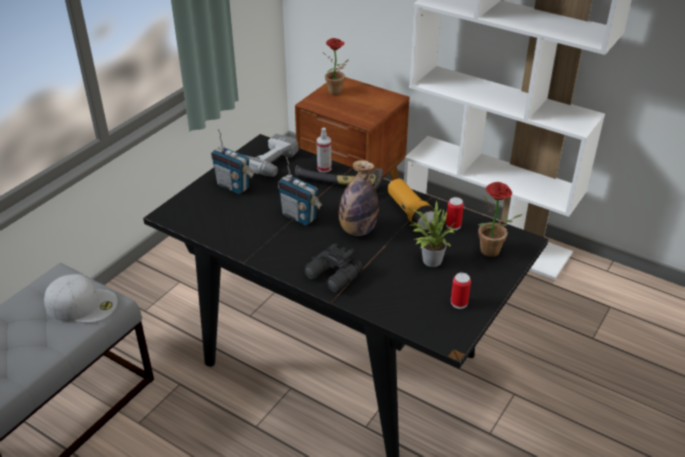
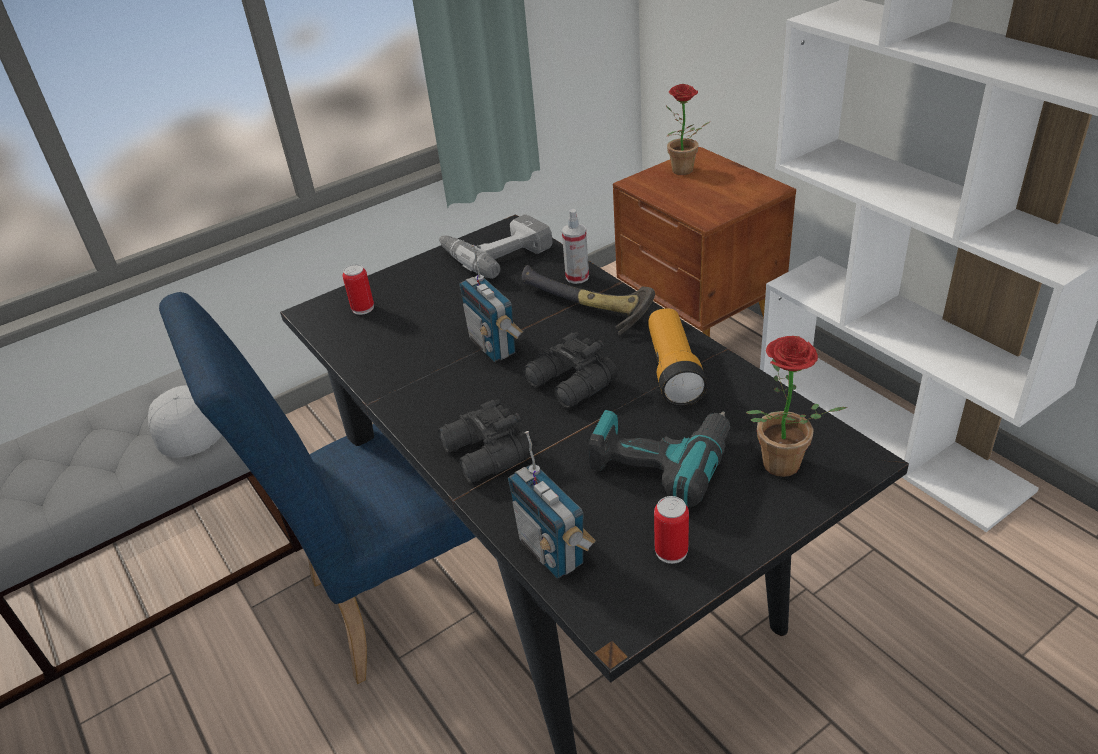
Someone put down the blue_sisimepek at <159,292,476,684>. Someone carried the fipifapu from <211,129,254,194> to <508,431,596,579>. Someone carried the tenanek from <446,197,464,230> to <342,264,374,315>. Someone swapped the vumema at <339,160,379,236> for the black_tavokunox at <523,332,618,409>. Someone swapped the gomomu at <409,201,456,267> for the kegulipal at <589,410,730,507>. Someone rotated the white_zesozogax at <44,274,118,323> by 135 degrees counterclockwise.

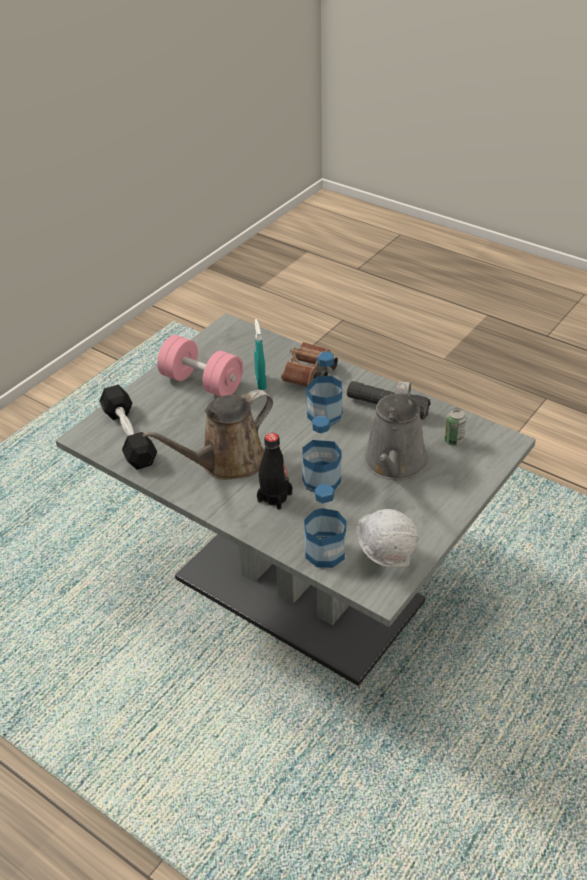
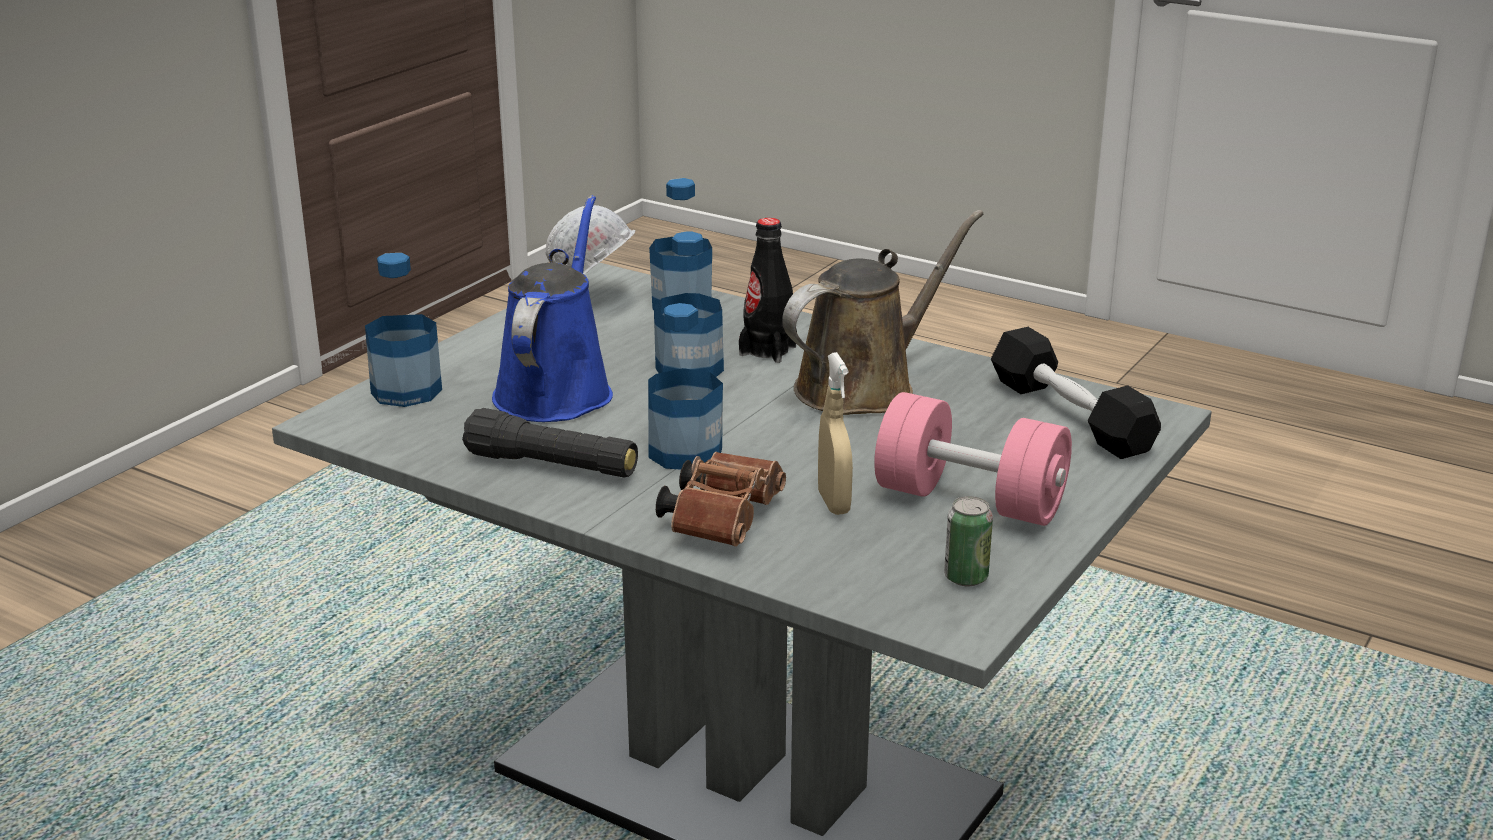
Someone put down the vumema at <365,253,442,407>. Someone carried the tenanek from <444,408,466,446> to <944,496,993,586>. Someone repainted the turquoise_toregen at <254,319,267,390>, which became the beige_toregen at <818,352,853,515>. Someone repainted the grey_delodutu at <364,381,428,480>, which became the blue_delodutu at <492,195,613,422>.

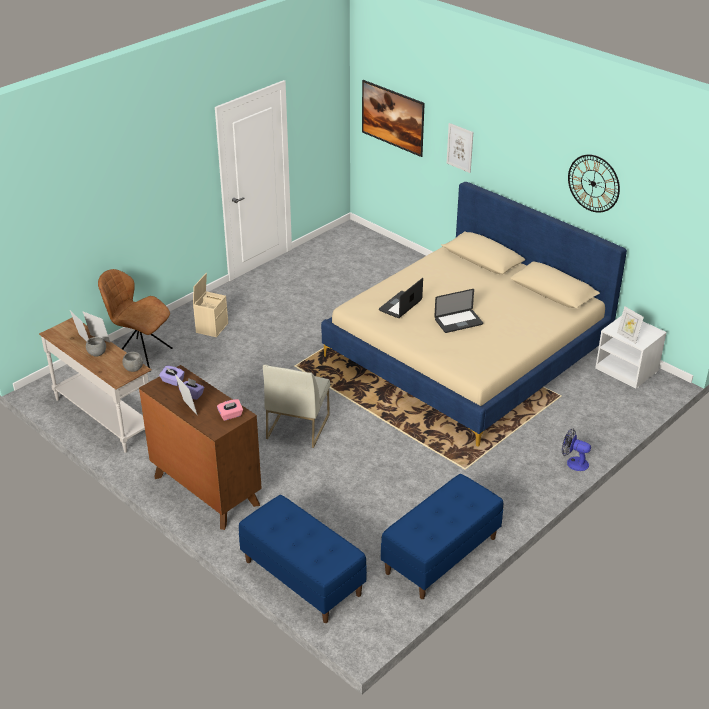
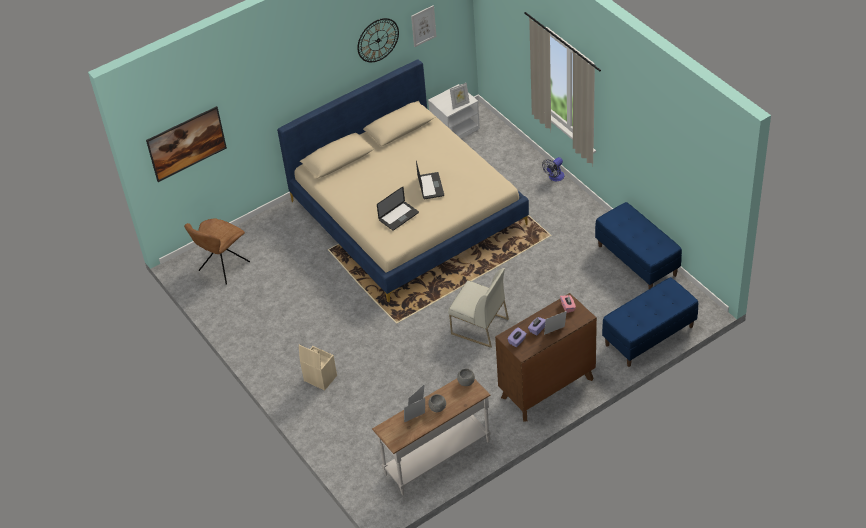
Someone carried the brown_sisimepek from <98,269,173,372> to <184,219,250,285>. Someone carried the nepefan from <447,123,473,173> to <411,5,437,47>. Someone rotated the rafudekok at <379,278,423,318> by 90 degrees counterclockwise.

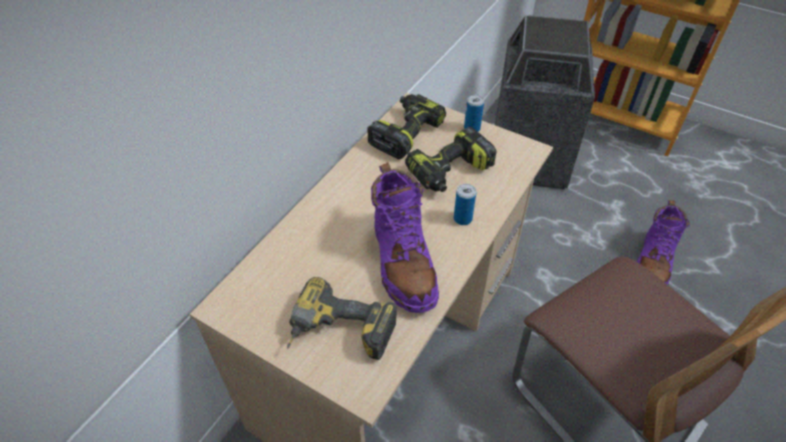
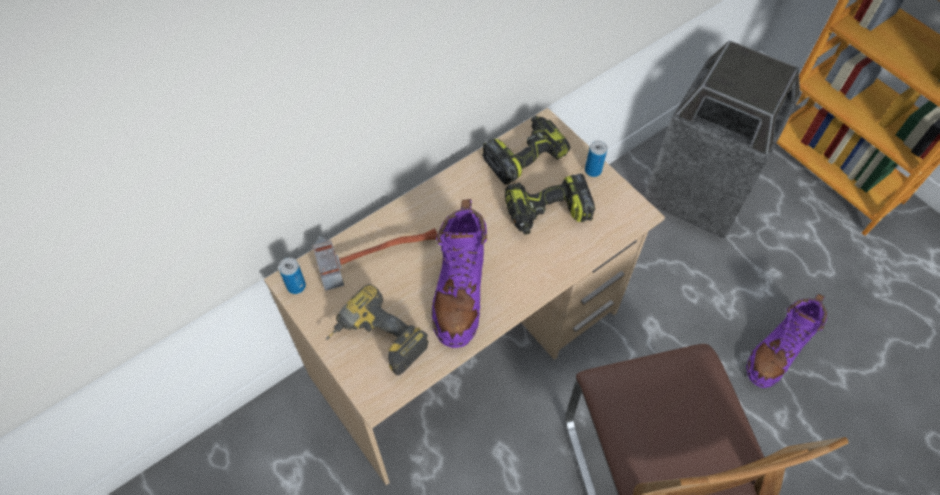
Someone put down the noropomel at <312,228,437,291>. Someone carried the tenanek from <454,184,476,225> to <279,258,306,294>.

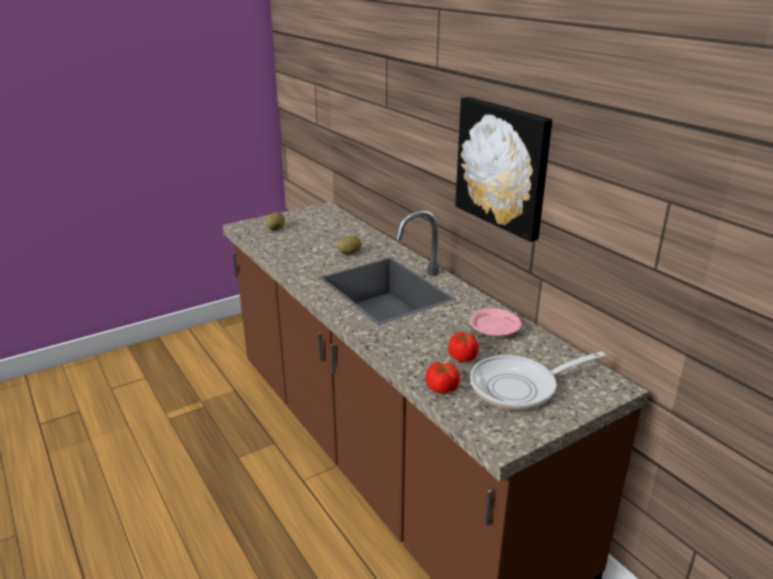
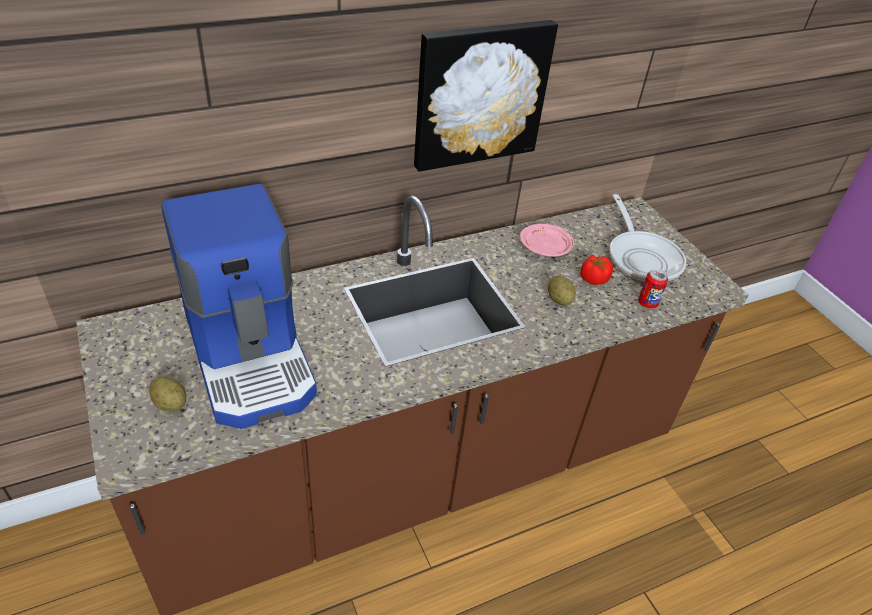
Someone put down the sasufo at <161,184,317,429>. Someone carried the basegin from <338,235,362,255> to <548,276,576,306>. Someone swapped the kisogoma at <426,362,460,394> for the tenanek at <638,269,668,309>.

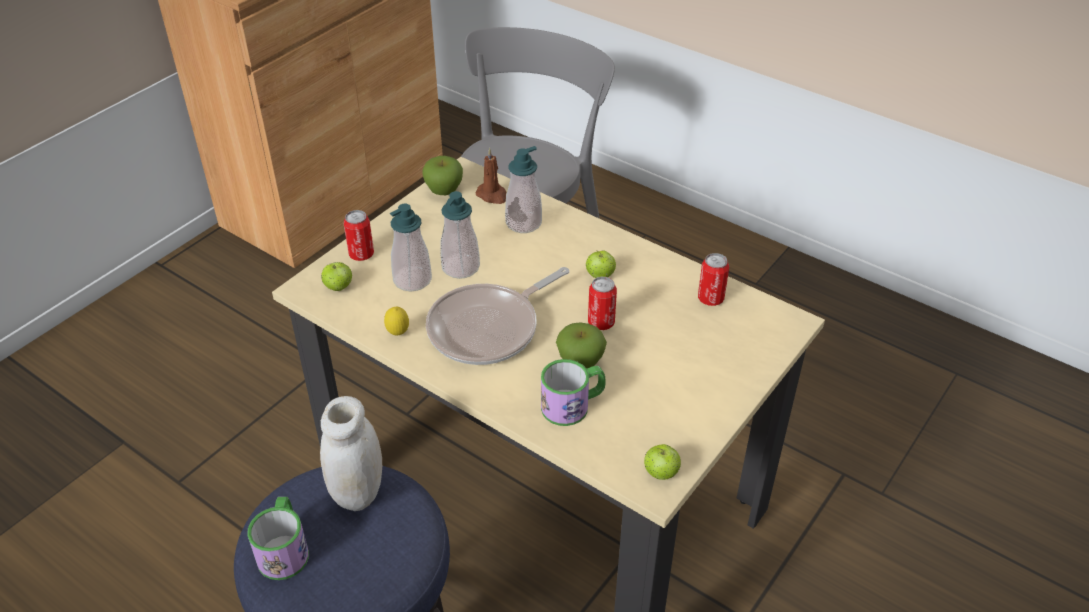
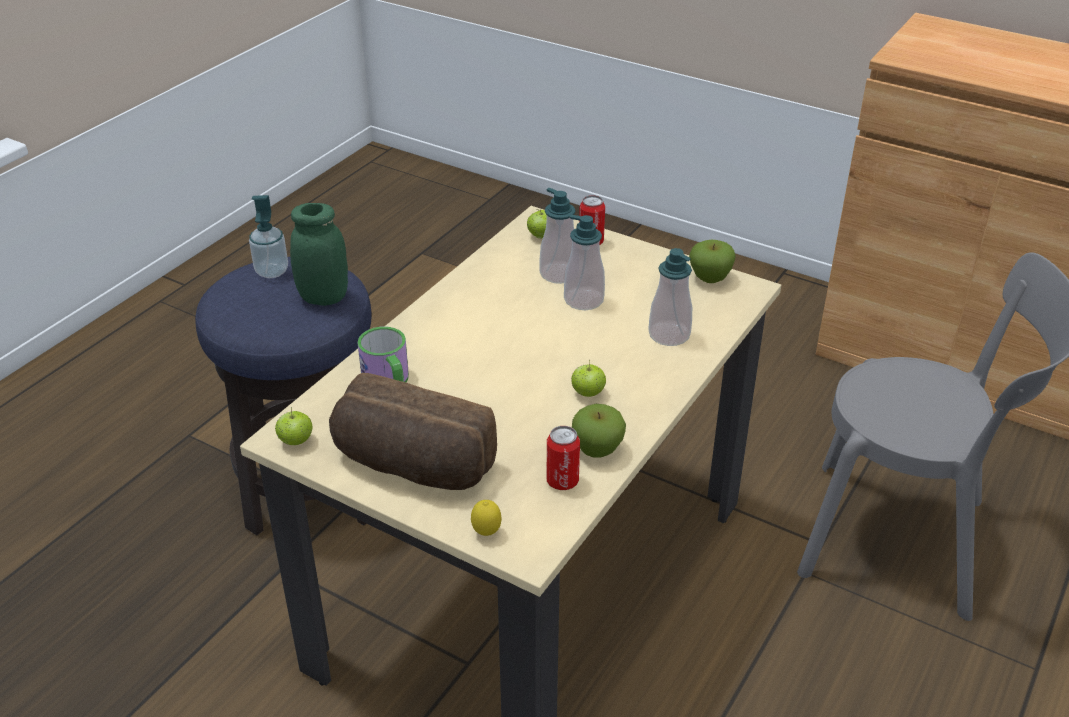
Someone took away the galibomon at <426,267,569,365>. Someone took away the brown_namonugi at <476,148,506,204>. Someone took away the tenanek at <588,277,617,330>. Someone put down the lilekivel at <329,373,497,490>. Someone carried the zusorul from <384,307,409,335> to <471,500,502,536>. Someone carried the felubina from <556,322,607,369> to <572,404,626,457>. Someone swapped the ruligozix at <247,497,309,580> for the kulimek at <249,195,288,278>. Someone repainted the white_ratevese at <320,396,382,511>, which became the green_ratevese at <290,203,348,306>.

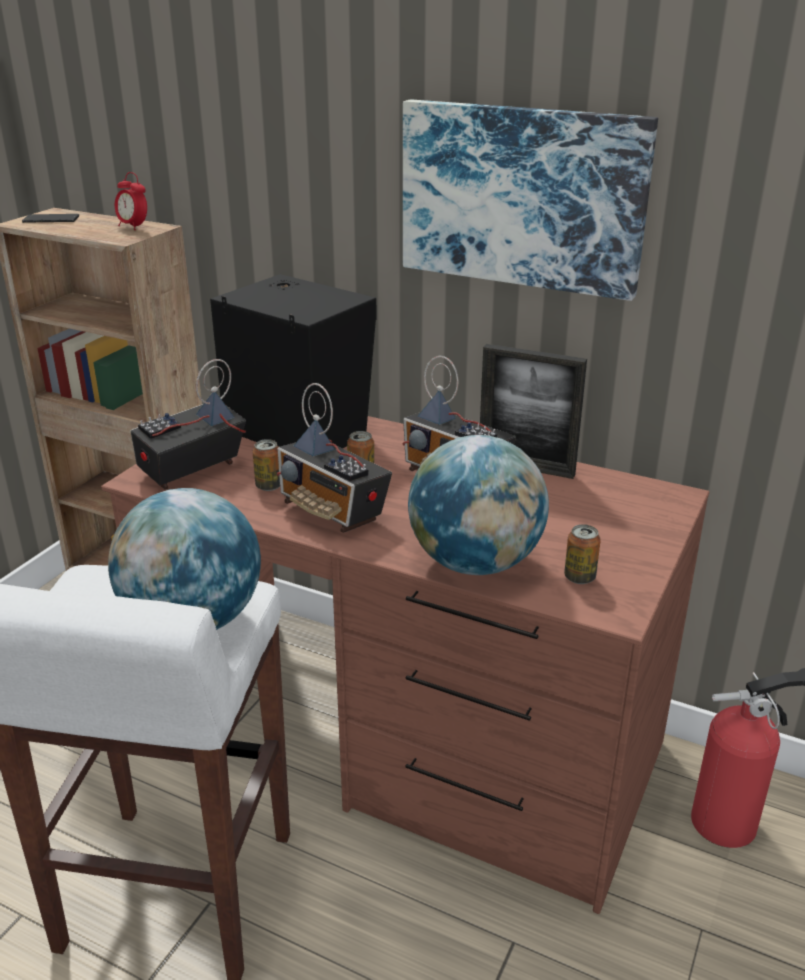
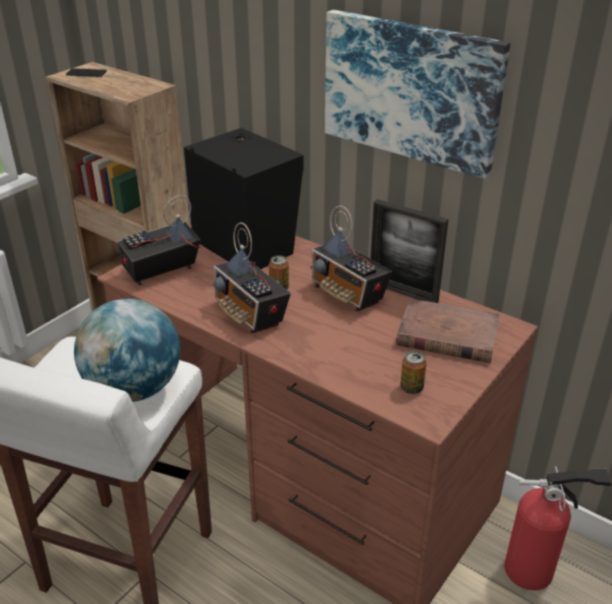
Someone took away the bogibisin at <115,172,147,230>. Someone took away the tenanek at <252,439,280,491>. Someone took away the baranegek at <408,435,549,575>. Someone put down the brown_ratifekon at <396,298,500,363>.

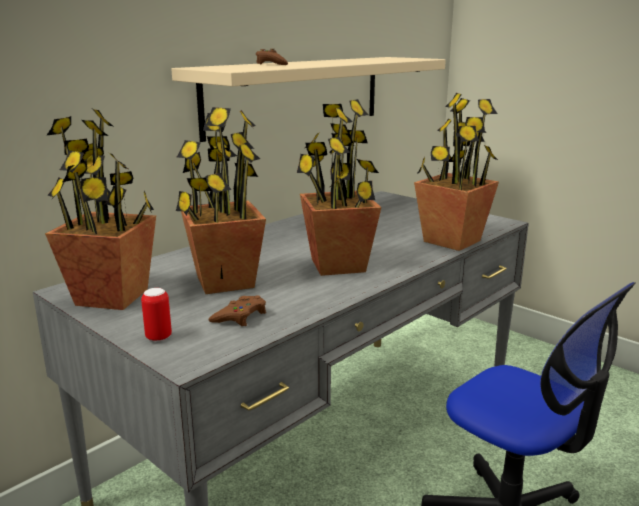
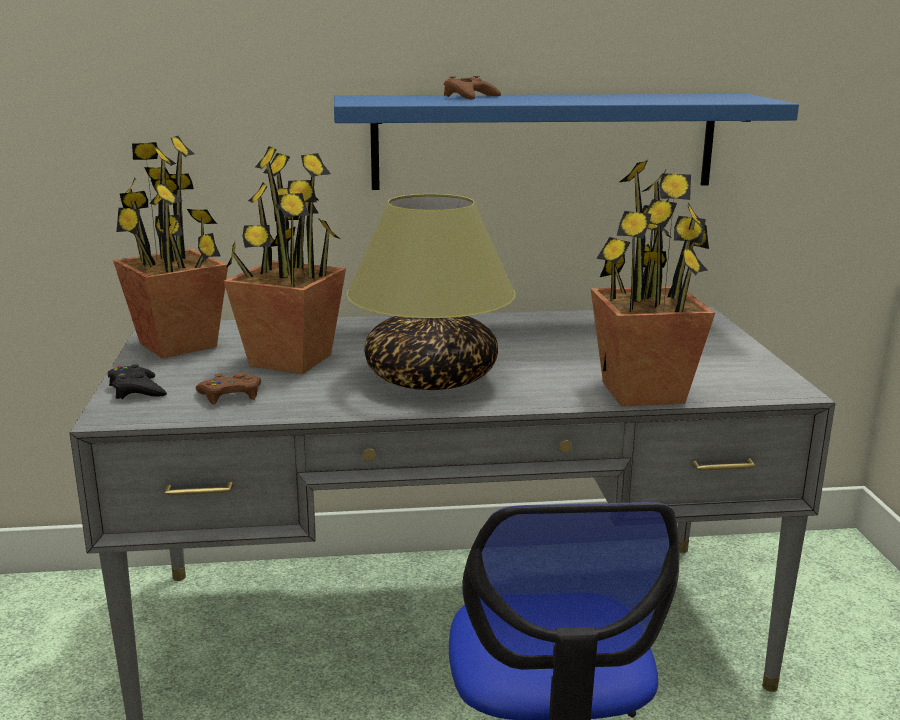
Someone swapped the tenanek at <141,288,172,342> for the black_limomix at <108,364,167,399>. Someone swapped the gomomu at <297,99,382,276> for the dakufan at <347,194,516,390>. Someone repainted the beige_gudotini at <171,57,446,142>, which became the blue_gudotini at <334,94,799,190>.

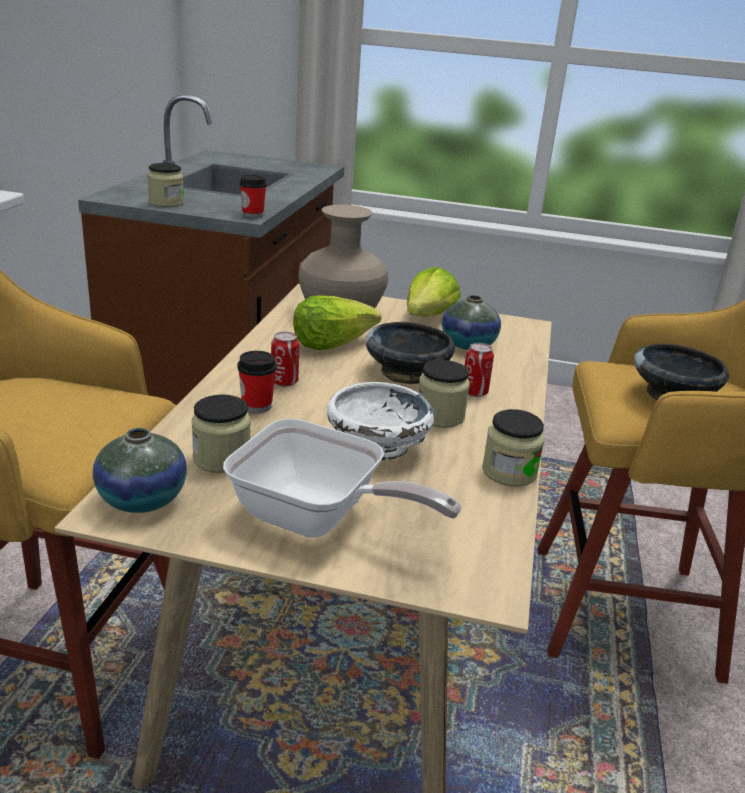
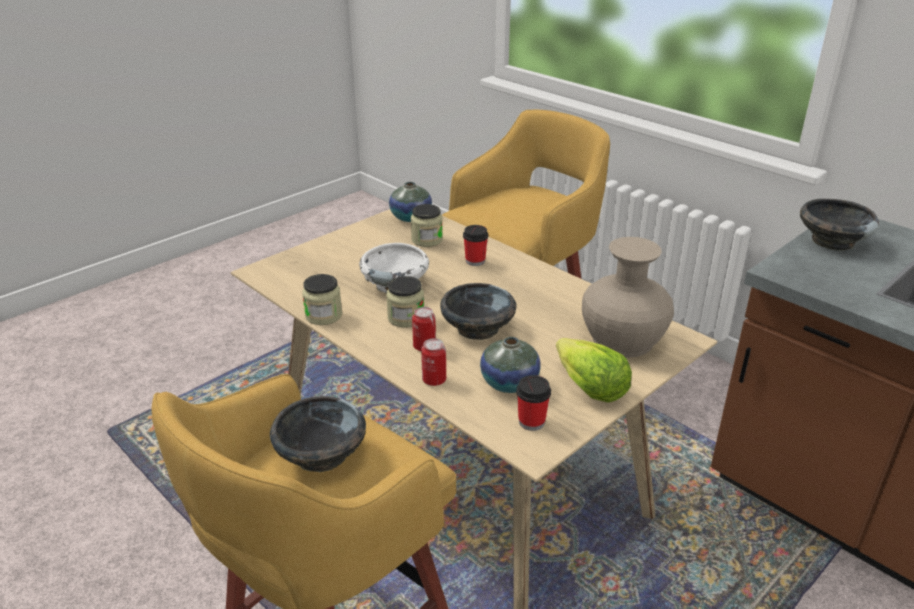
Someone took away the galibomon at <223,419,461,538>. Someone took away the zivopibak at <293,295,381,350>. Someone carried the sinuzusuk from <239,175,267,218> to <516,375,551,431>. Someone carried the tenanek from <271,332,299,387> to <421,338,446,386>. Someone swapped the ratevese at <147,163,184,207> for the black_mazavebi at <800,199,879,251>.

